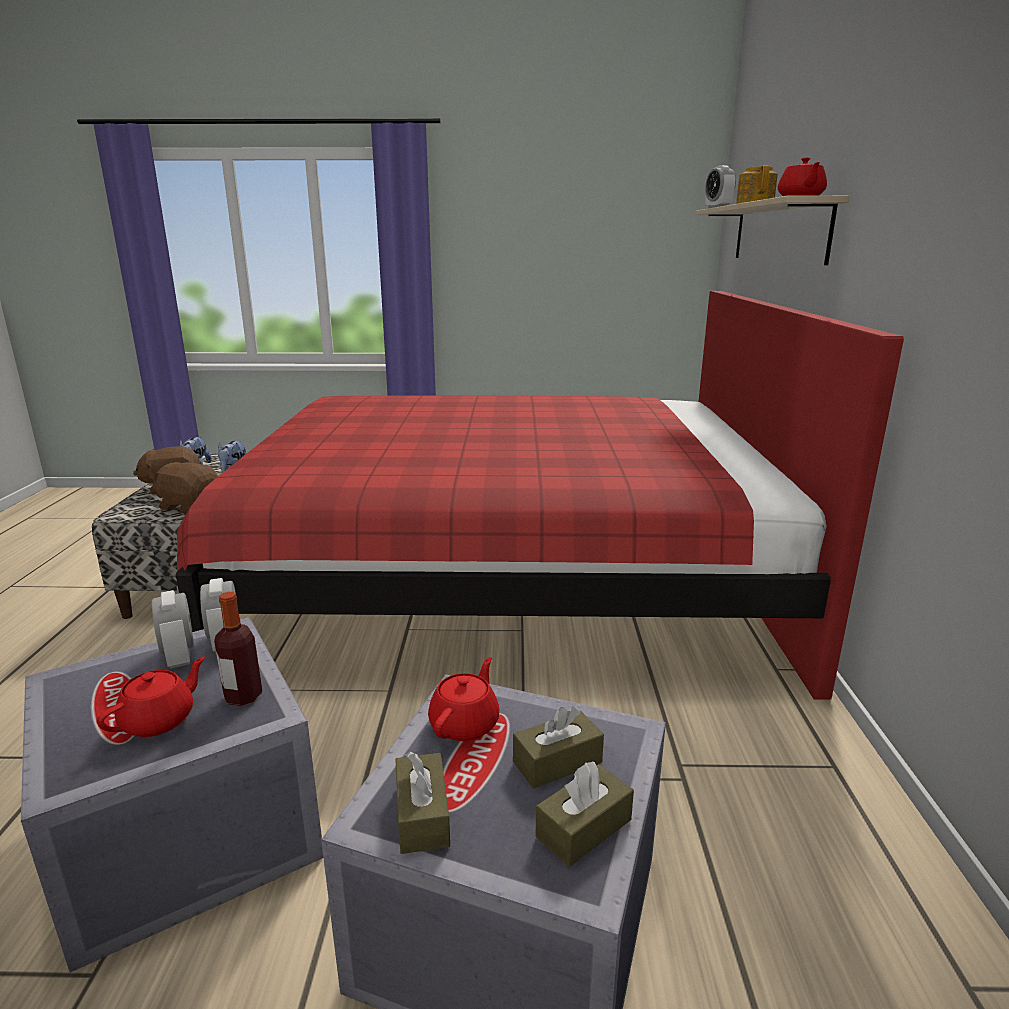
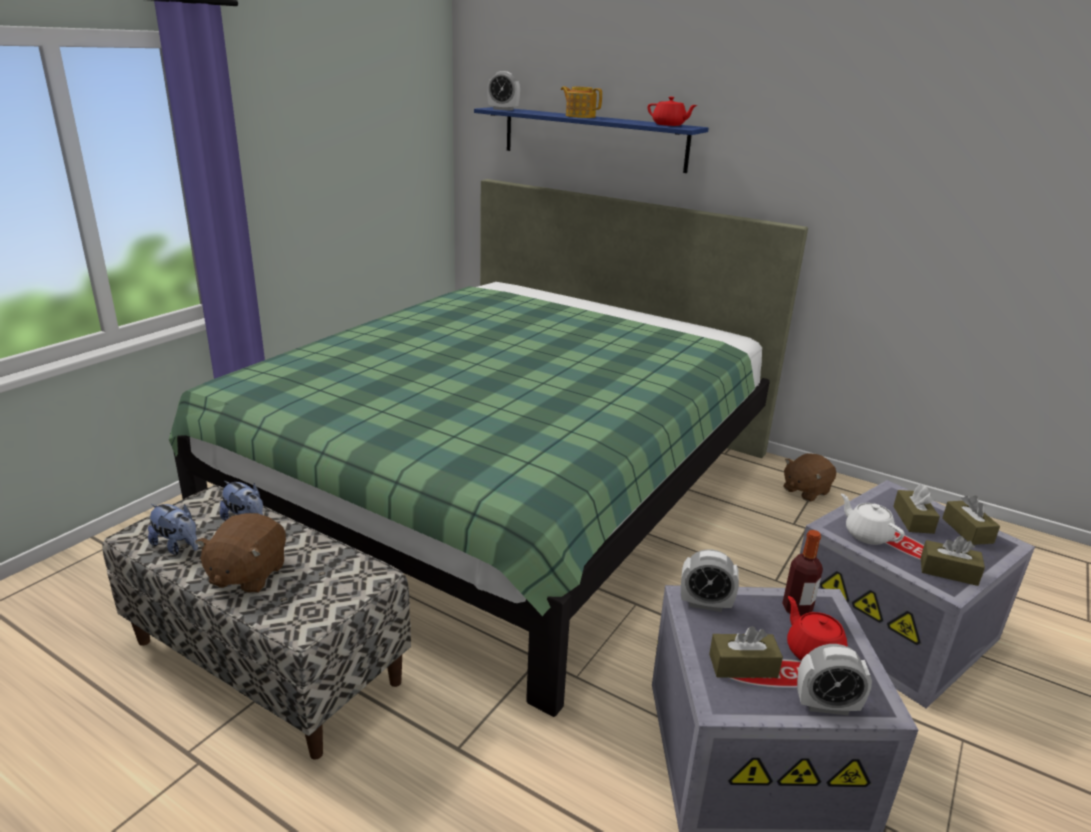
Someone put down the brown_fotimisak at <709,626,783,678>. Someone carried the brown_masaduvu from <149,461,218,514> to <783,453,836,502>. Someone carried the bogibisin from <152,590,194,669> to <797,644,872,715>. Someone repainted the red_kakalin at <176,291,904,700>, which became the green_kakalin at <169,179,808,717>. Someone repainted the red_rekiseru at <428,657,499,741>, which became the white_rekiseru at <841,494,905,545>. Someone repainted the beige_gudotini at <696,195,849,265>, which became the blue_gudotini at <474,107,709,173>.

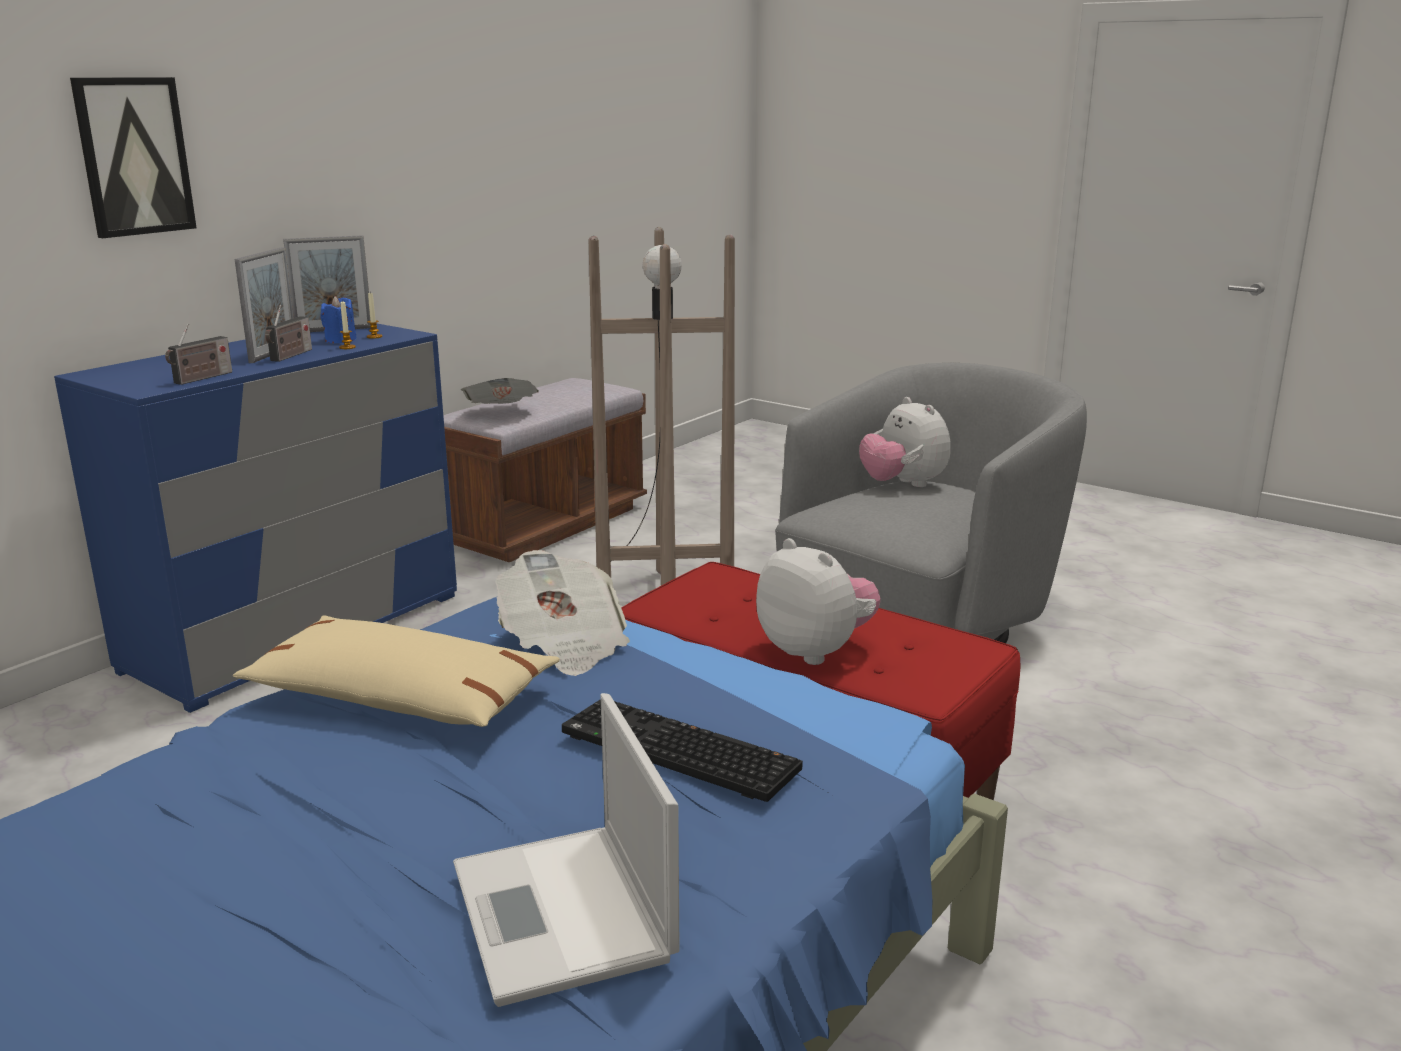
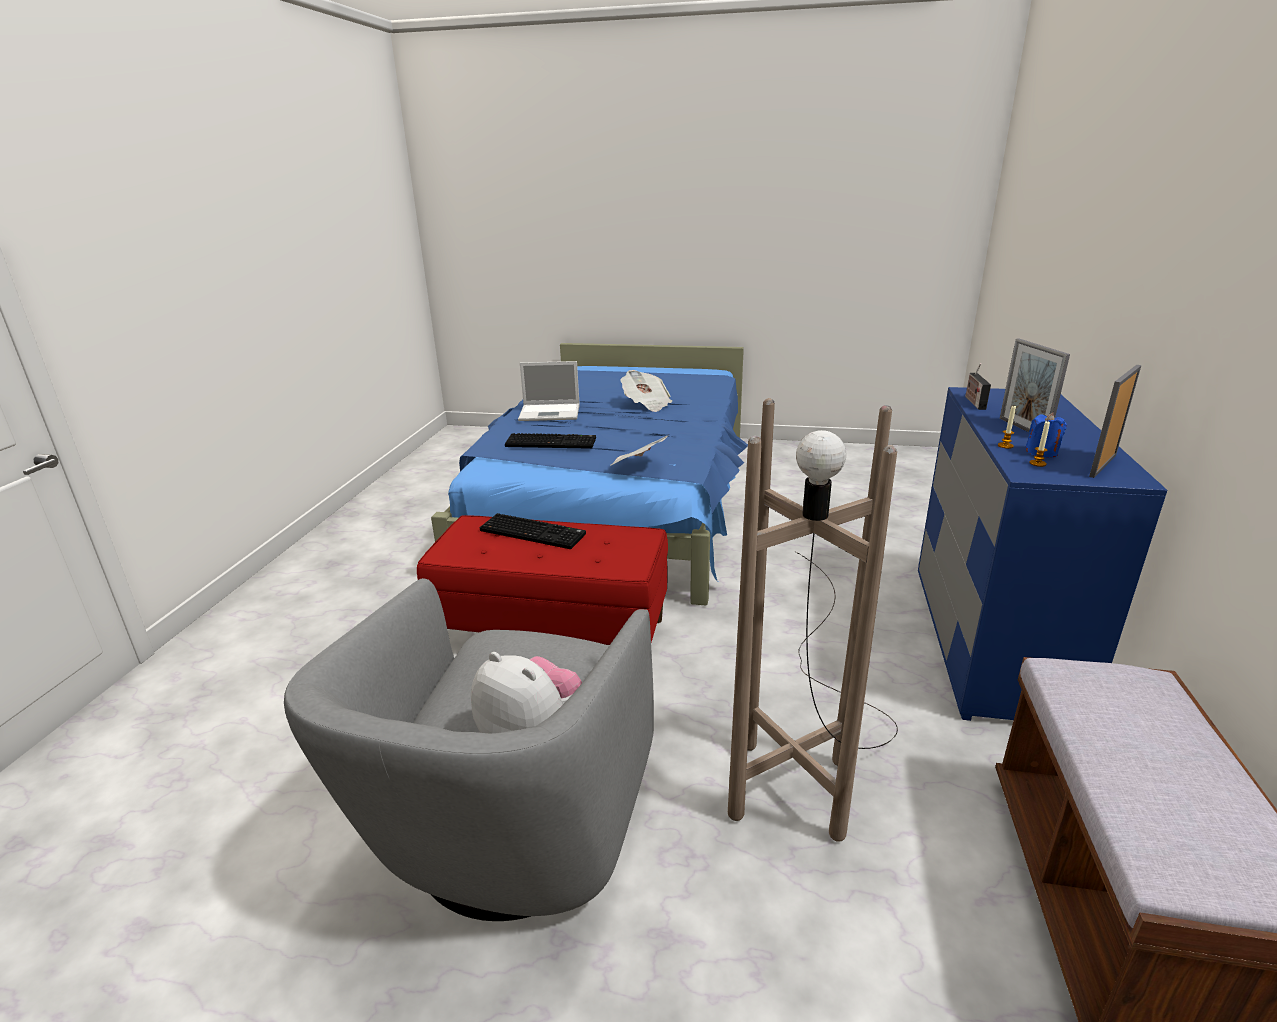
Someone took away the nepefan at <70,77,197,238>. Someone took away the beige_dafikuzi at <233,615,560,727>. Someone took away the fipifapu at <266,305,312,362>. Someone carried the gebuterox from <460,378,539,404> to <620,370,672,412>. Someone swapped the masaduvu at <756,538,881,665> for the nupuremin at <480,513,586,549>. Someone rotated the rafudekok at <453,693,680,1007> by 135 degrees clockwise.

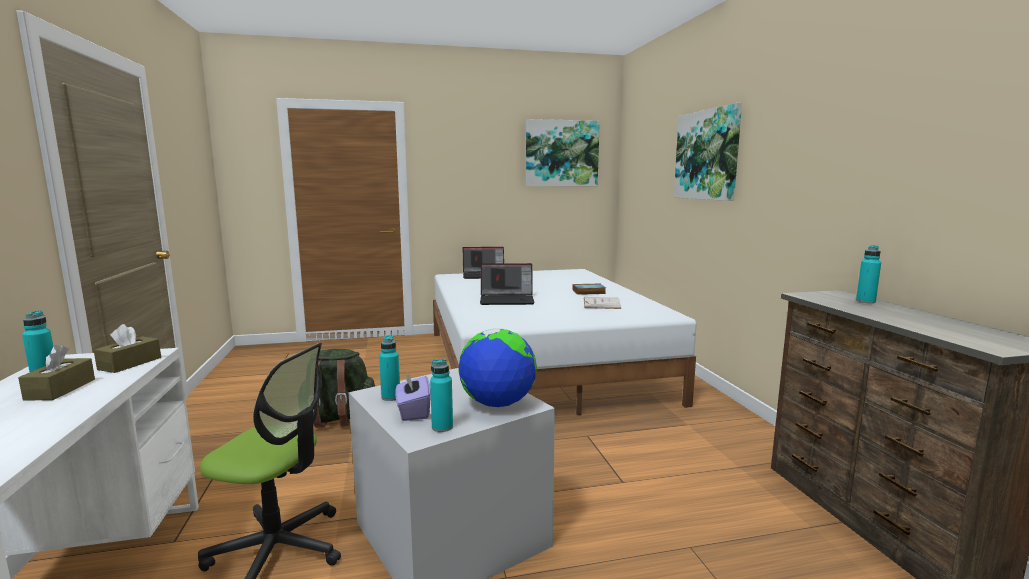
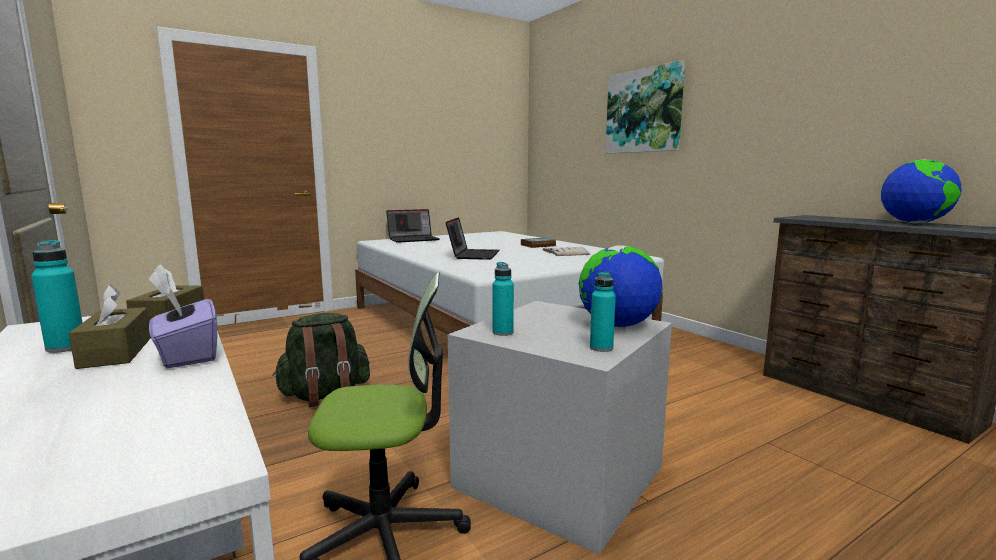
Someone took away the nepefan at <526,119,600,186>. Someone took away the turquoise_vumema at <856,245,881,303>. Someone put down the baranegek at <881,159,961,224>. Someone carried the purple_fotimisak from <395,371,431,421> to <149,288,218,368>. Someone rotated the rafudekok at <480,263,535,305> by 60 degrees counterclockwise.

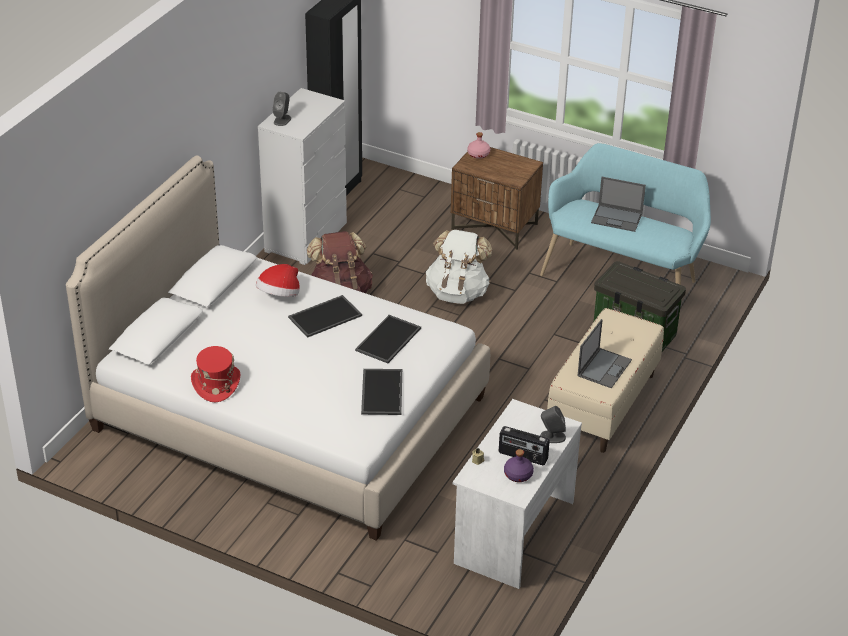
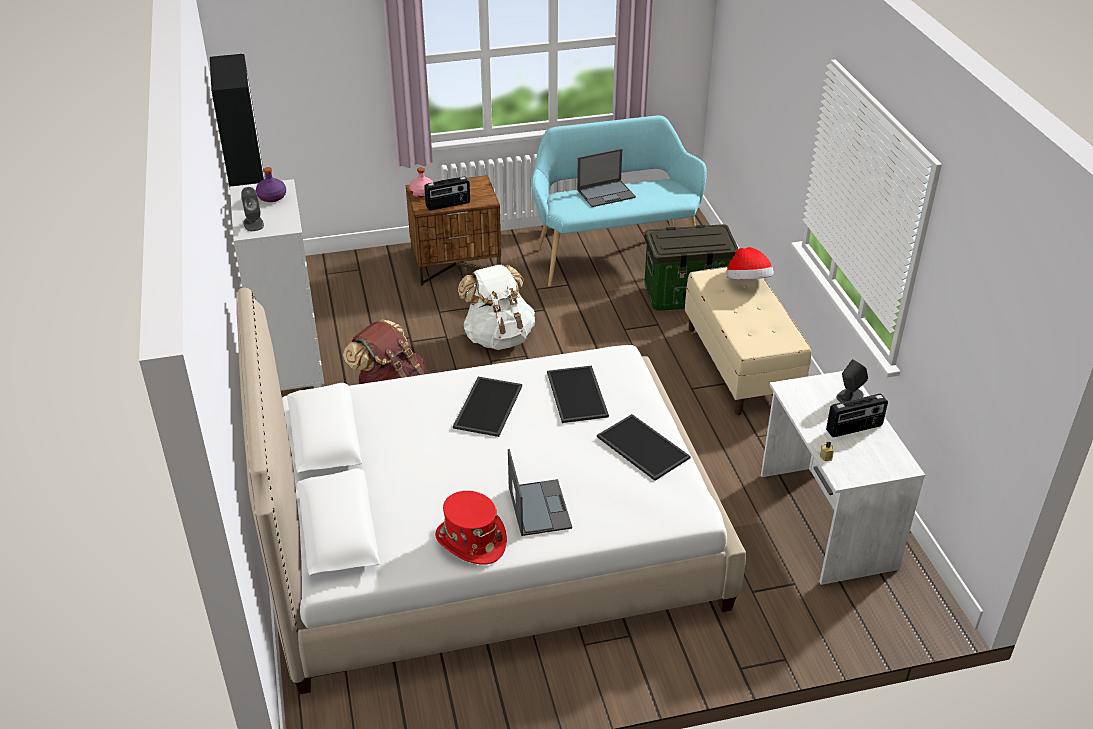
Someone put down the fipifapu at <424,176,470,211>. Someone carried the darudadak from <256,264,300,297> to <726,247,774,279>. Someone carried the purple_vumema from <504,449,534,482> to <256,167,286,202>. Someone carried the rafudekok from <577,319,632,388> to <508,449,572,536>.

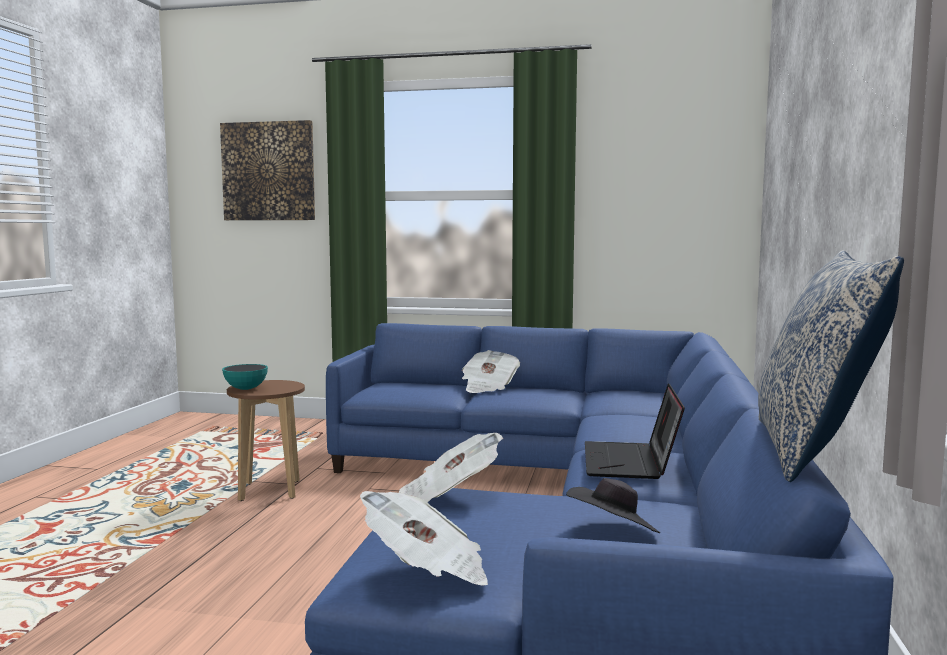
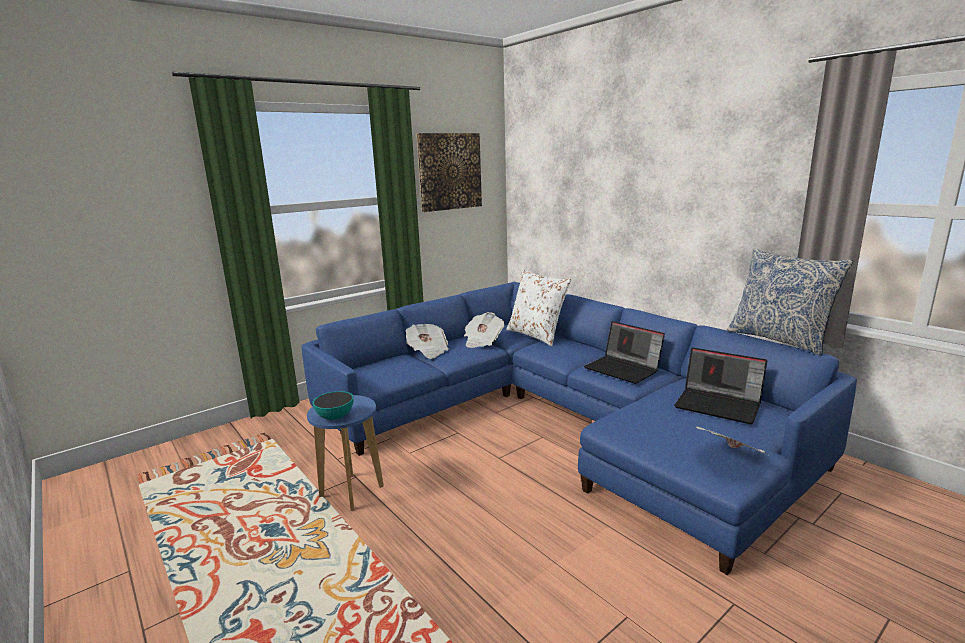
Someone put down the white_dafikuzi at <506,269,571,346>. Someone carried the nepefan from <220,120,315,220> to <417,133,482,212>. Someone carried the gebuterox from <399,433,503,502> to <464,312,504,348>. Someone swapped the black_darudadak at <566,478,660,533> for the rafudekok at <674,347,767,424>. Someone repainted the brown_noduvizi at <227,380,305,501>, which became the blue_noduvizi at <307,395,384,510>.

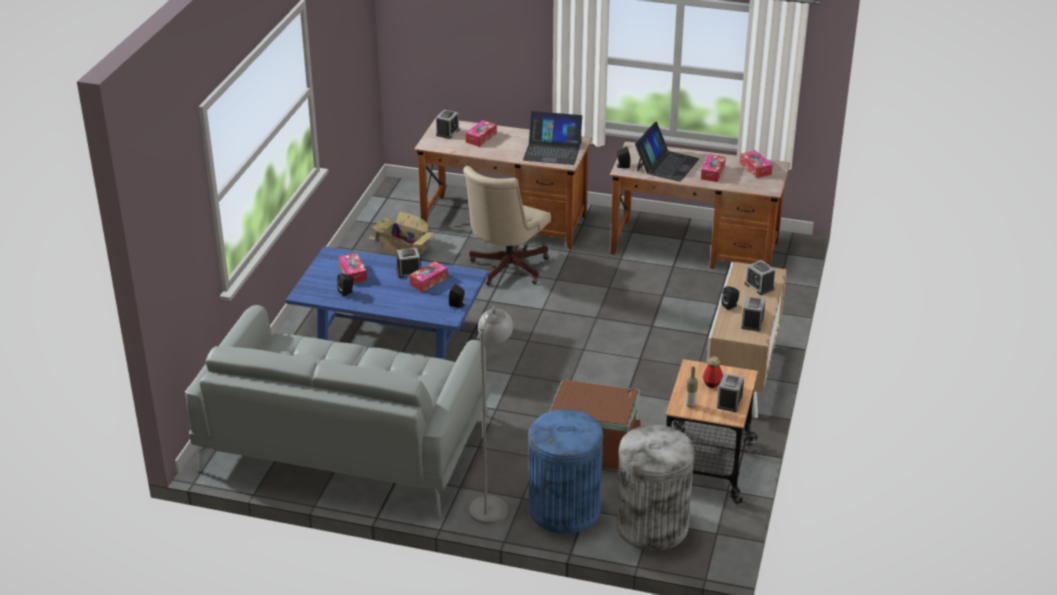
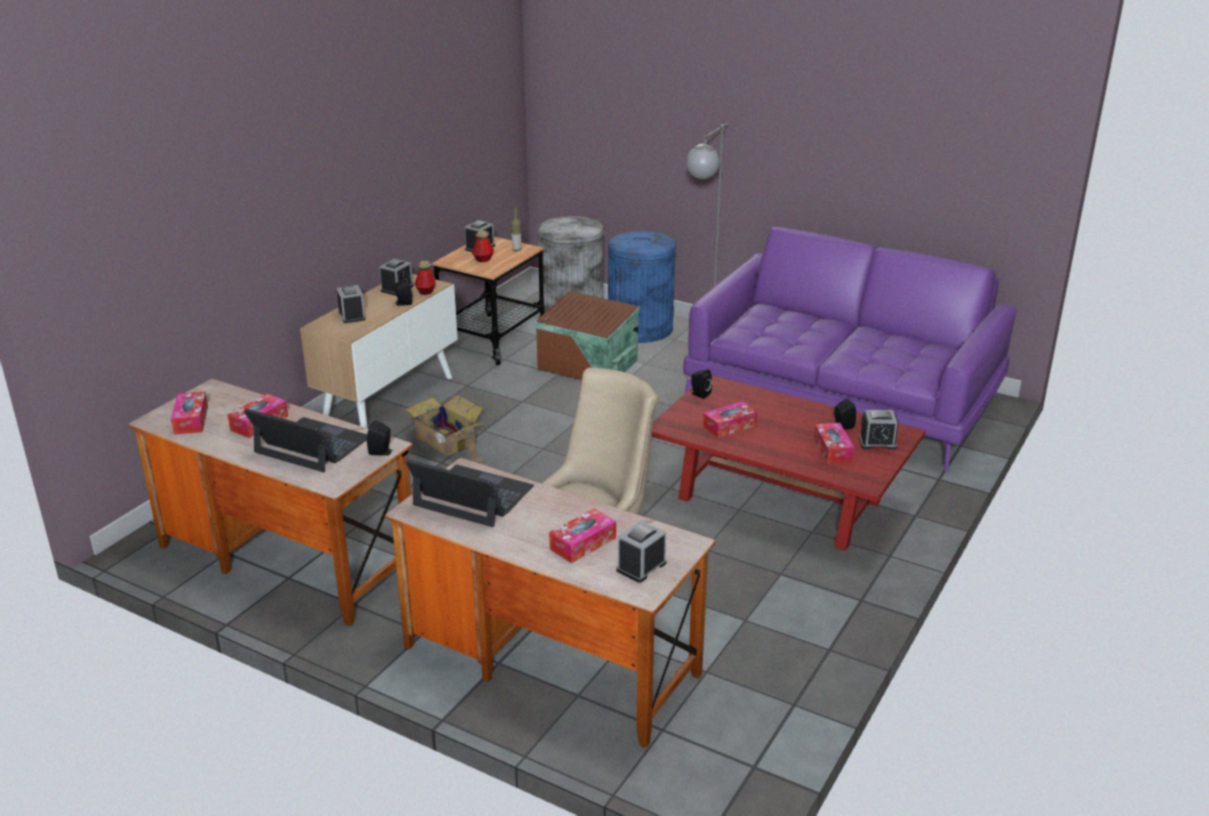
Someone put down the vumema at <415,261,436,295>. Someone carried the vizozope from <367,211,435,254> to <405,395,487,464>. Someone carried the bogibisin from <396,248,421,278> to <859,410,898,450>. Someone repainted the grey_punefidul at <185,305,490,516>, which became the purple_punefidul at <683,227,1017,472>. Someone repainted the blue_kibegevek at <286,246,488,359>, which became the red_kibegevek at <651,375,925,551>. Someone rotated the rafudekok at <635,121,700,182> by 75 degrees clockwise.

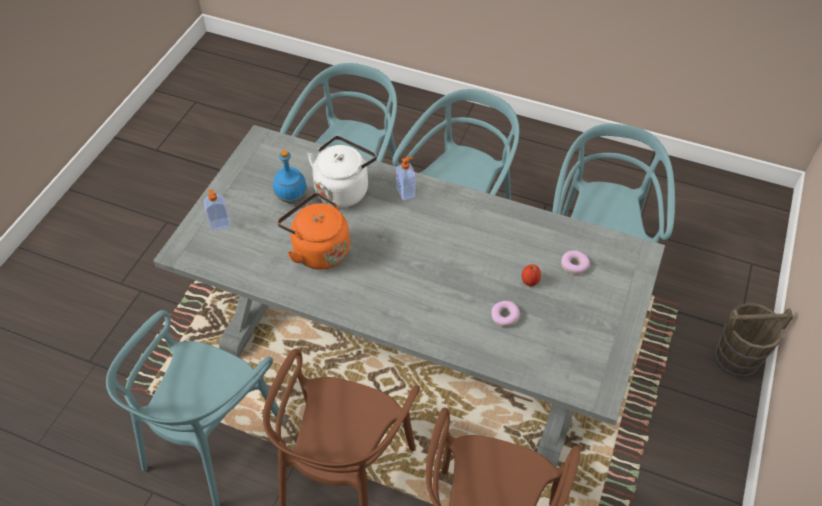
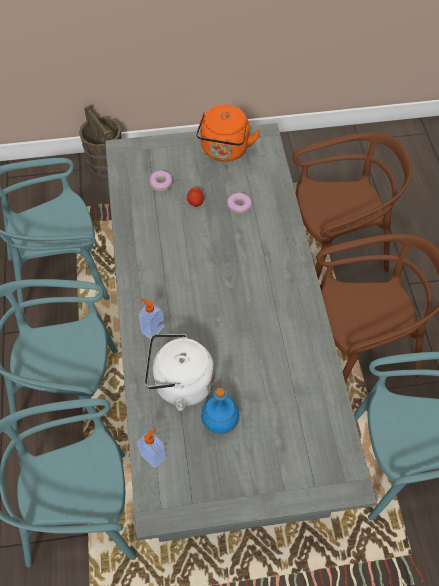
Someone carried the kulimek from <204,189,231,231> to <137,429,166,469>. Someone carried the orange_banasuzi from <278,193,350,270> to <196,104,260,162>.

